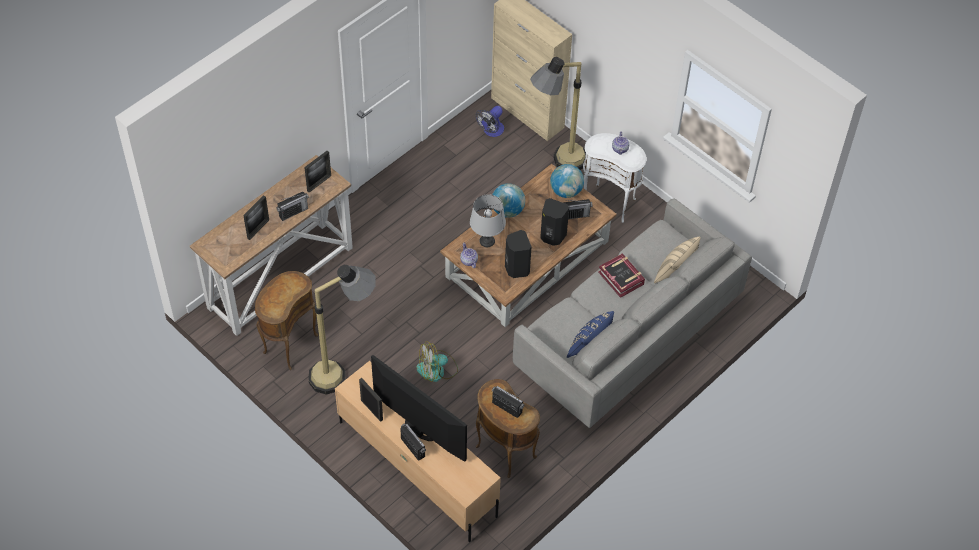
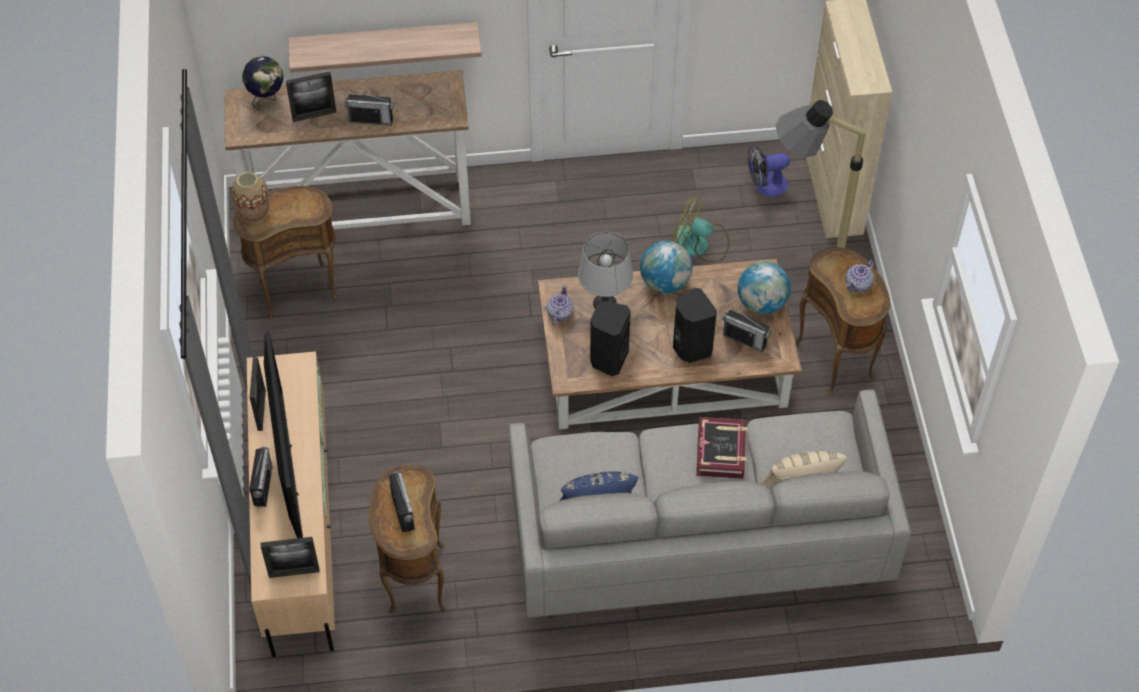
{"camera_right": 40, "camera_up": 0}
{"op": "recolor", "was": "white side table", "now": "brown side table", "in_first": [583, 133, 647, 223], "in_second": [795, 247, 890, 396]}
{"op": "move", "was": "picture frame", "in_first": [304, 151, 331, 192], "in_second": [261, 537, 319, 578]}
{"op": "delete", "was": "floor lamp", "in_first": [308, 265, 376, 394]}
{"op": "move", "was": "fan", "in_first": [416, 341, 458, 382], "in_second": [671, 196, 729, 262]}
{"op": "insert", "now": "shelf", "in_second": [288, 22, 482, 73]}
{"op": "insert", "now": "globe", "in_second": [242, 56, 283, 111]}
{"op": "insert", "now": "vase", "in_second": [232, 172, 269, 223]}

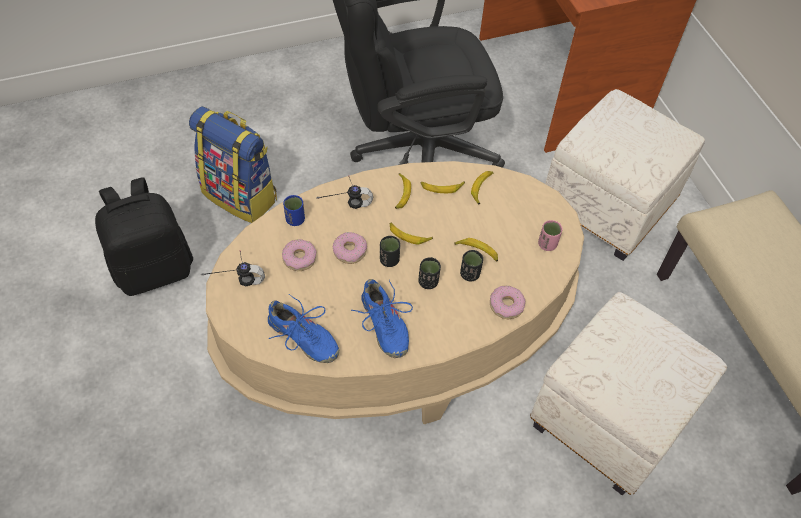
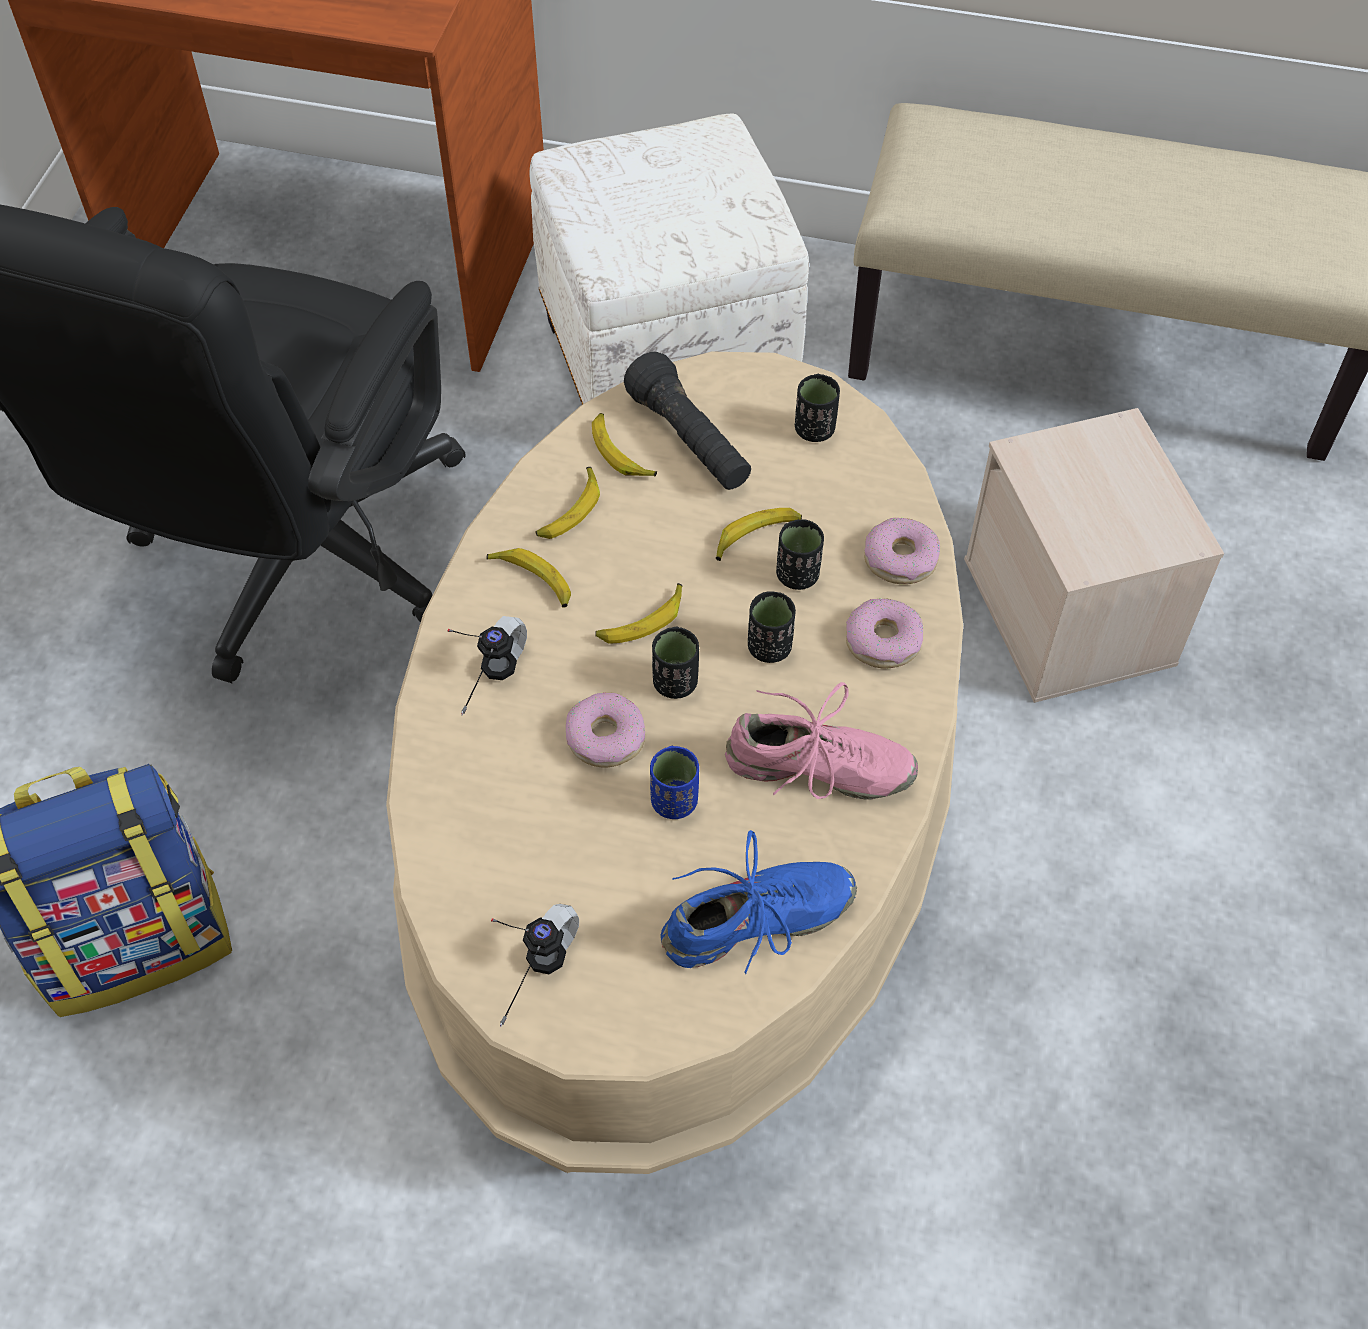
{"camera_right": -55, "camera_up": 0}
{"op": "delete", "was": "black backpack", "in_first": [95, 177, 193, 296]}
{"op": "move", "was": "blue cup", "in_first": [283, 195, 305, 226], "in_second": [650, 746, 699, 819]}
{"op": "recolor", "was": "pink cup", "now": "black cup", "in_first": [538, 220, 562, 251], "in_second": [795, 374, 840, 442]}
{"op": "move", "was": "donut", "in_first": [282, 239, 316, 271], "in_second": [846, 598, 923, 669]}
{"op": "recolor", "was": "blue shoe", "now": "pink shoe", "in_first": [351, 279, 413, 358], "in_second": [725, 682, 918, 800]}
{"op": "replace", "was": "white ottoman", "now": "beige storage box", "in_first": [530, 292, 727, 495], "in_second": [964, 408, 1224, 703]}
{"op": "insert", "now": "black flashlight", "in_second": [624, 352, 751, 490]}

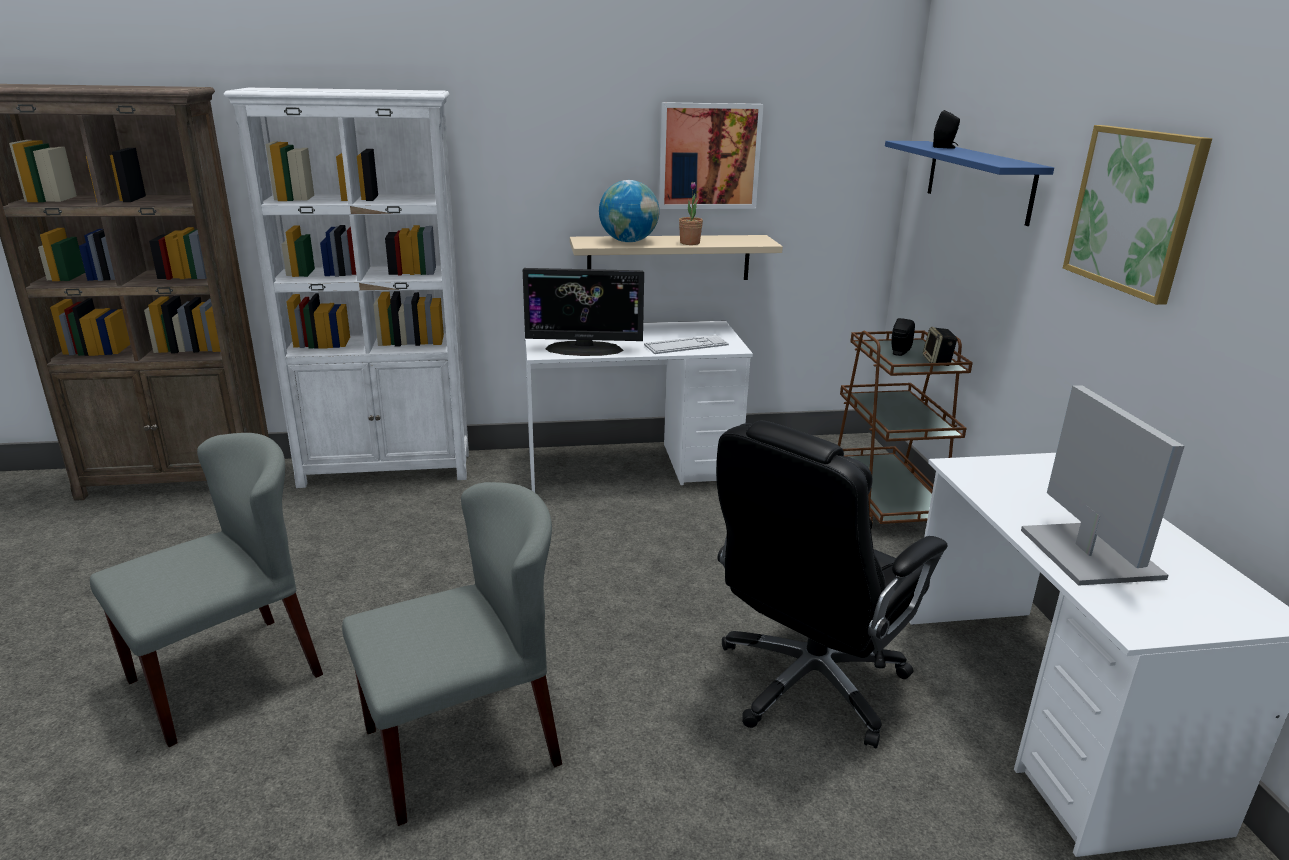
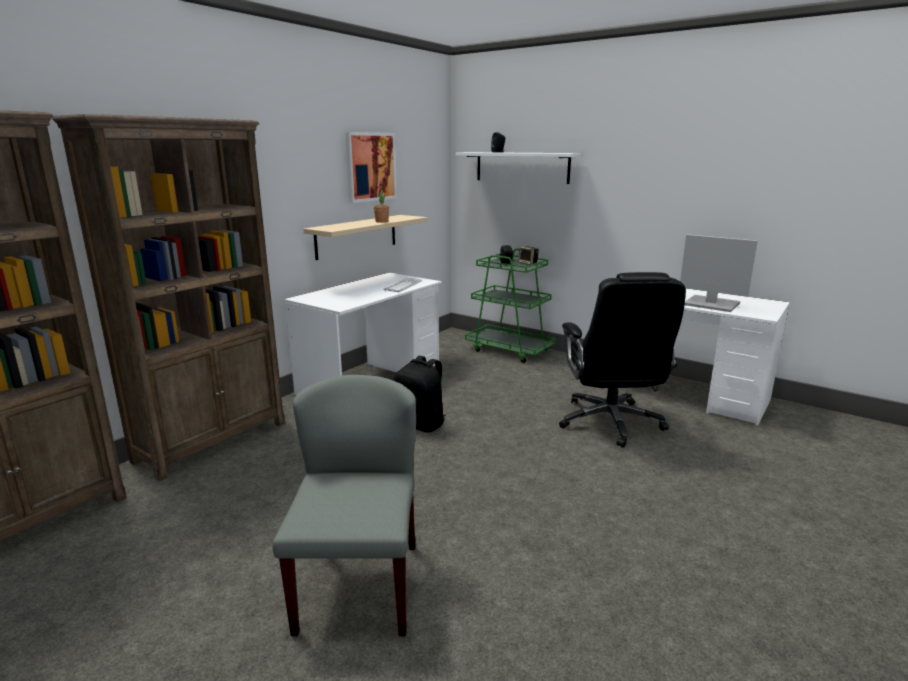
{"camera_right": -45, "camera_up": -5}
{"op": "recolor", "was": "white bookcase", "now": "brown bookcase", "in_first": [224, 88, 469, 488], "in_second": [52, 114, 285, 481]}
{"op": "delete", "was": "picture", "in_first": [1063, 125, 1212, 305]}
{"op": "recolor", "was": "blue shelf", "now": "white shelf", "in_first": [885, 141, 1054, 226], "in_second": [455, 152, 582, 184]}
{"op": "delete", "was": "globe", "in_first": [599, 180, 659, 242]}
{"op": "delete", "was": "monitor", "in_first": [523, 268, 644, 356]}
{"op": "recolor", "was": "brown cart", "now": "green cart", "in_first": [838, 328, 973, 528], "in_second": [465, 249, 556, 363]}
{"op": "delete", "was": "grey chair", "in_first": [342, 482, 562, 826]}
{"op": "insert", "now": "black backpack", "in_second": [394, 356, 446, 432]}

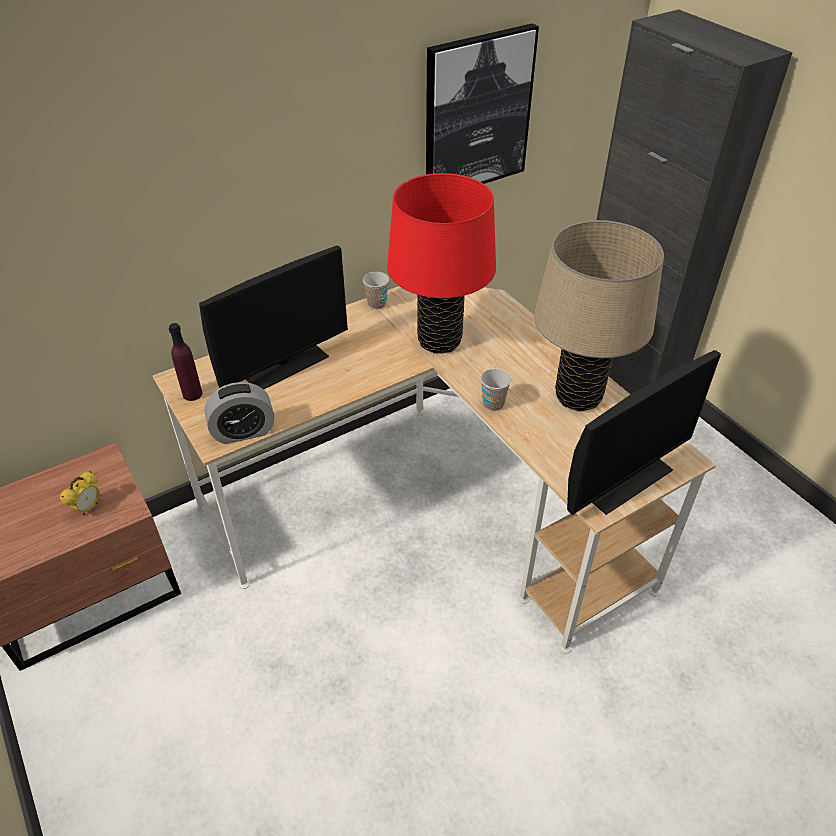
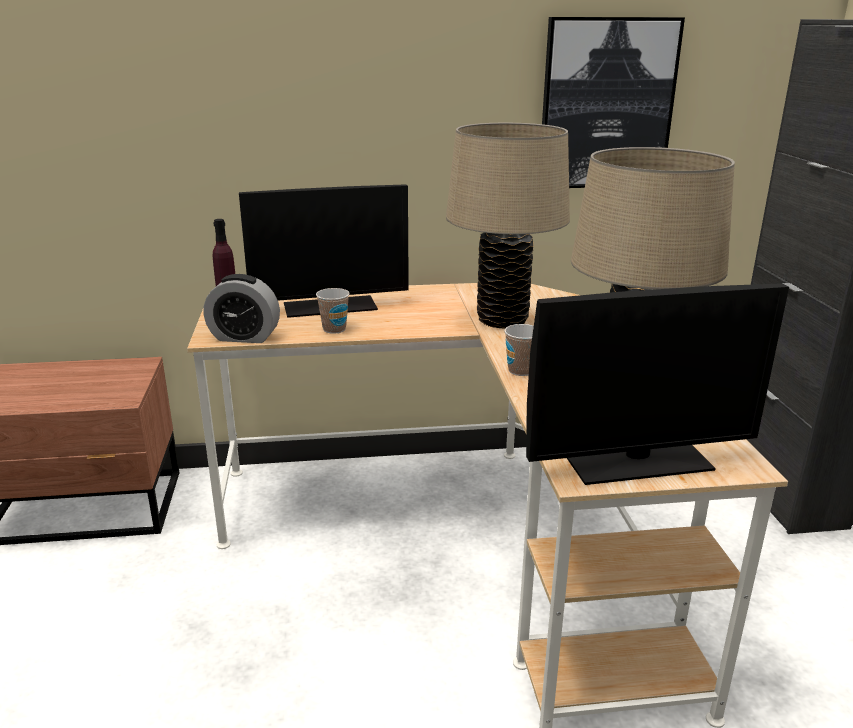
{"camera_right": 25, "camera_up": -20}
{"op": "recolor", "was": "red table lamp", "now": "beige table lamp", "in_first": [387, 173, 496, 354], "in_second": [446, 123, 570, 329]}
{"op": "move", "was": "cup", "in_first": [363, 272, 389, 309], "in_second": [316, 288, 350, 334]}
{"op": "delete", "was": "alarm clock", "in_first": [60, 471, 99, 516]}

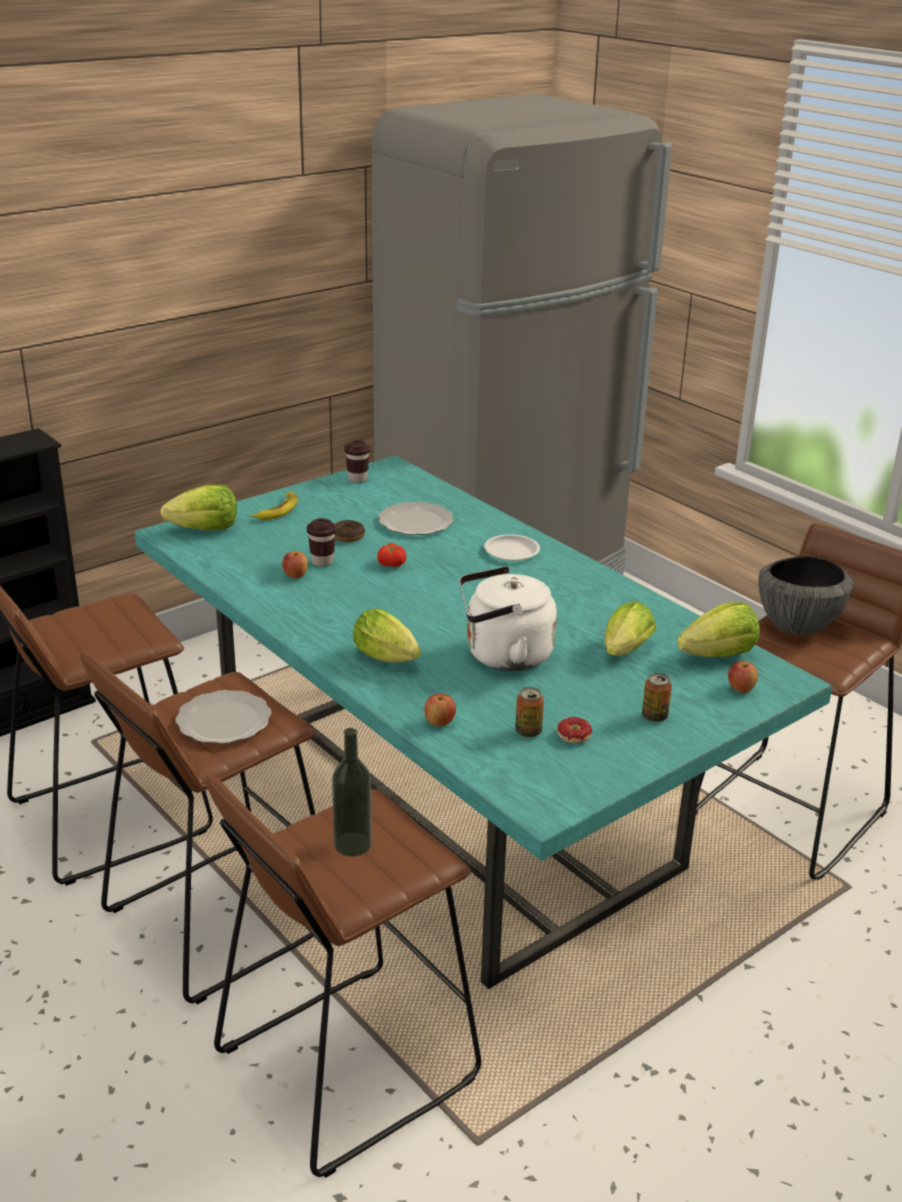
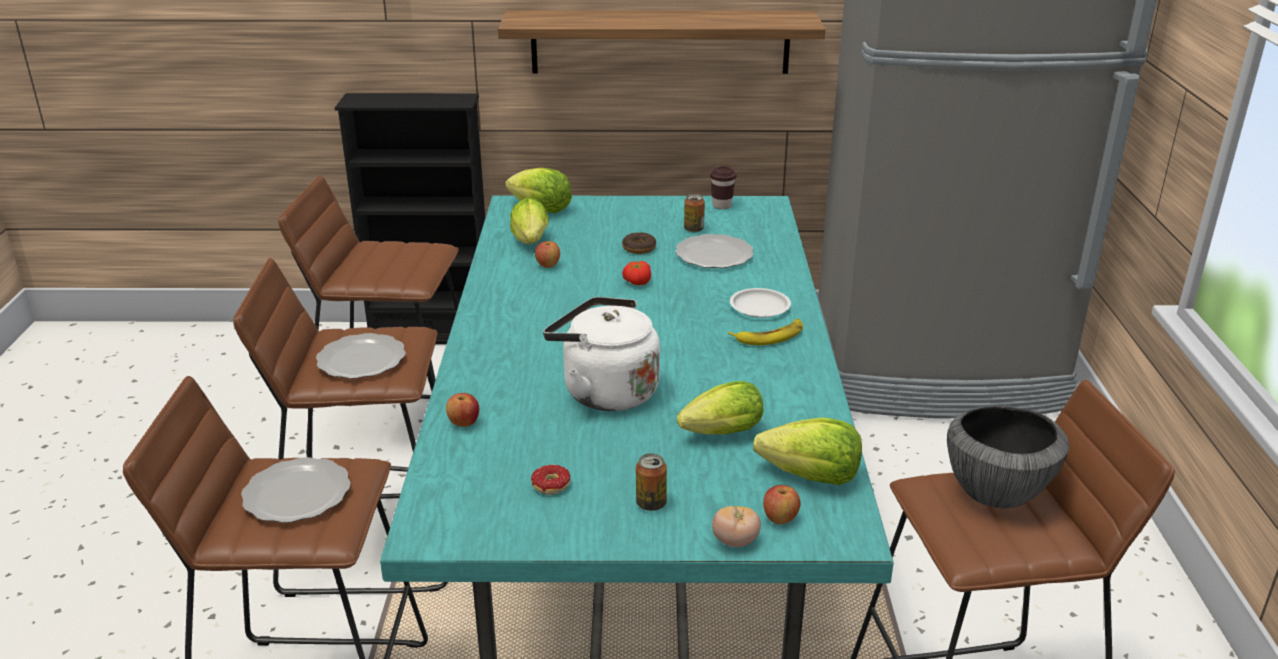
{"camera_right": 40, "camera_up": 0}
{"op": "move", "was": "banana", "in_first": [249, 492, 298, 520], "in_second": [728, 318, 803, 345]}
{"op": "delete", "was": "brown cup", "in_first": [307, 518, 336, 567]}
{"op": "move", "was": "lettuce", "in_first": [353, 608, 421, 663], "in_second": [510, 198, 549, 244]}
{"op": "move", "was": "can", "in_first": [515, 687, 544, 738], "in_second": [684, 194, 705, 233]}
{"op": "replace", "was": "bottle", "now": "plate", "in_first": [332, 728, 372, 857], "in_second": [241, 457, 351, 523]}
{"op": "insert", "now": "shelf", "in_second": [498, 10, 826, 74]}
{"op": "insert", "now": "tomato", "in_second": [712, 506, 761, 547]}

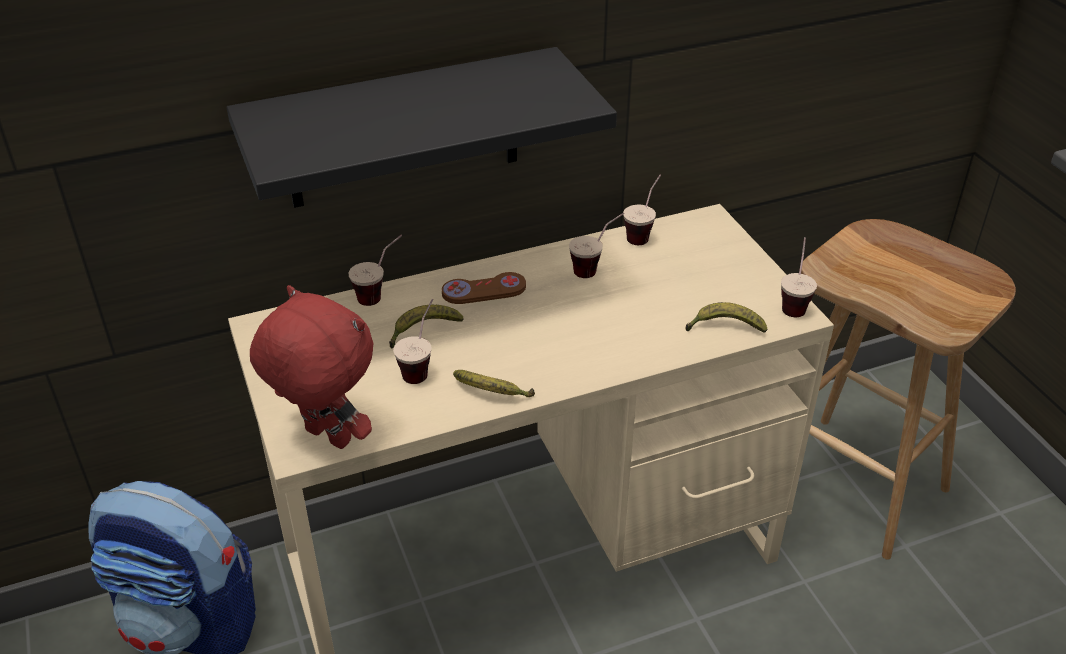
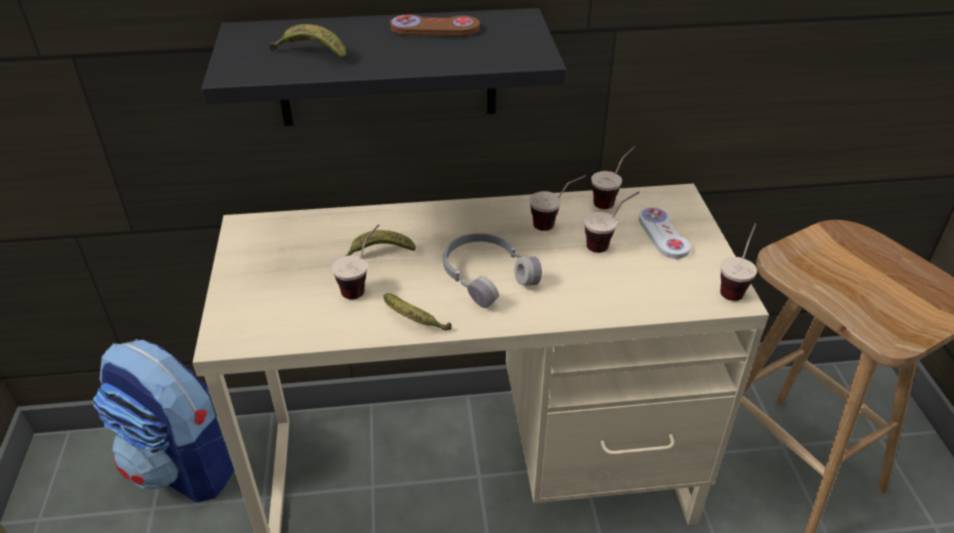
{"camera_right": 15, "camera_up": 0}
{"op": "move", "was": "cup", "in_first": [348, 235, 402, 306], "in_second": [584, 191, 640, 253]}
{"op": "move", "was": "brown game controller", "in_first": [442, 272, 526, 304], "in_second": [390, 15, 480, 36]}
{"op": "delete", "was": "red plush toy", "in_first": [250, 285, 373, 449]}
{"op": "move", "was": "banana", "in_first": [685, 302, 767, 333], "in_second": [269, 24, 346, 60]}
{"op": "insert", "now": "white game controller", "in_second": [639, 207, 691, 259]}
{"op": "insert", "now": "grey headphones", "in_second": [443, 233, 542, 308]}

